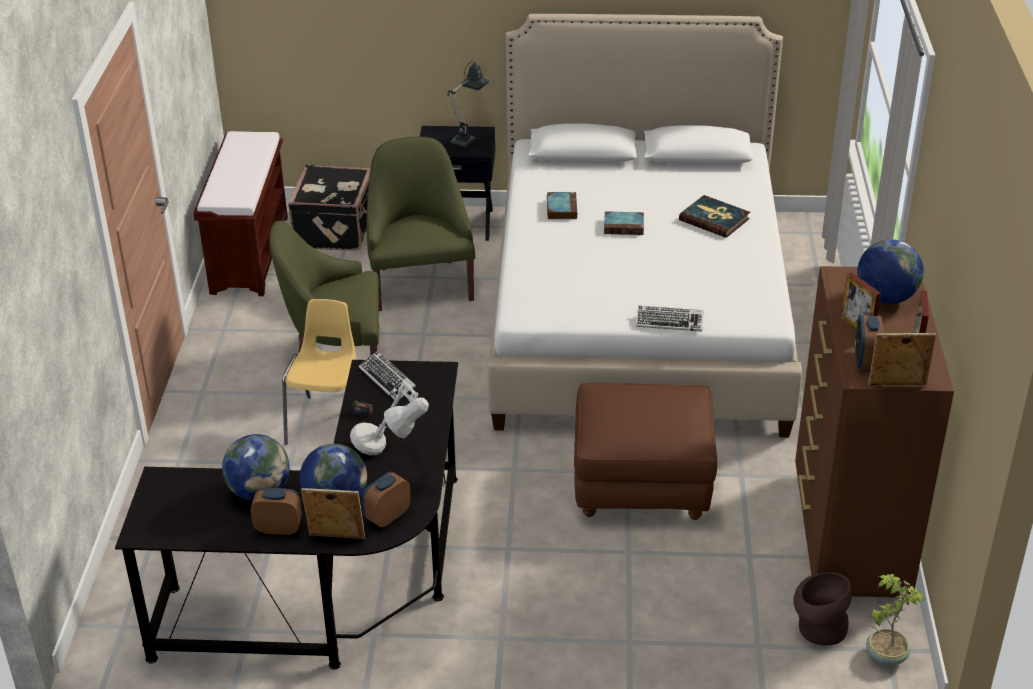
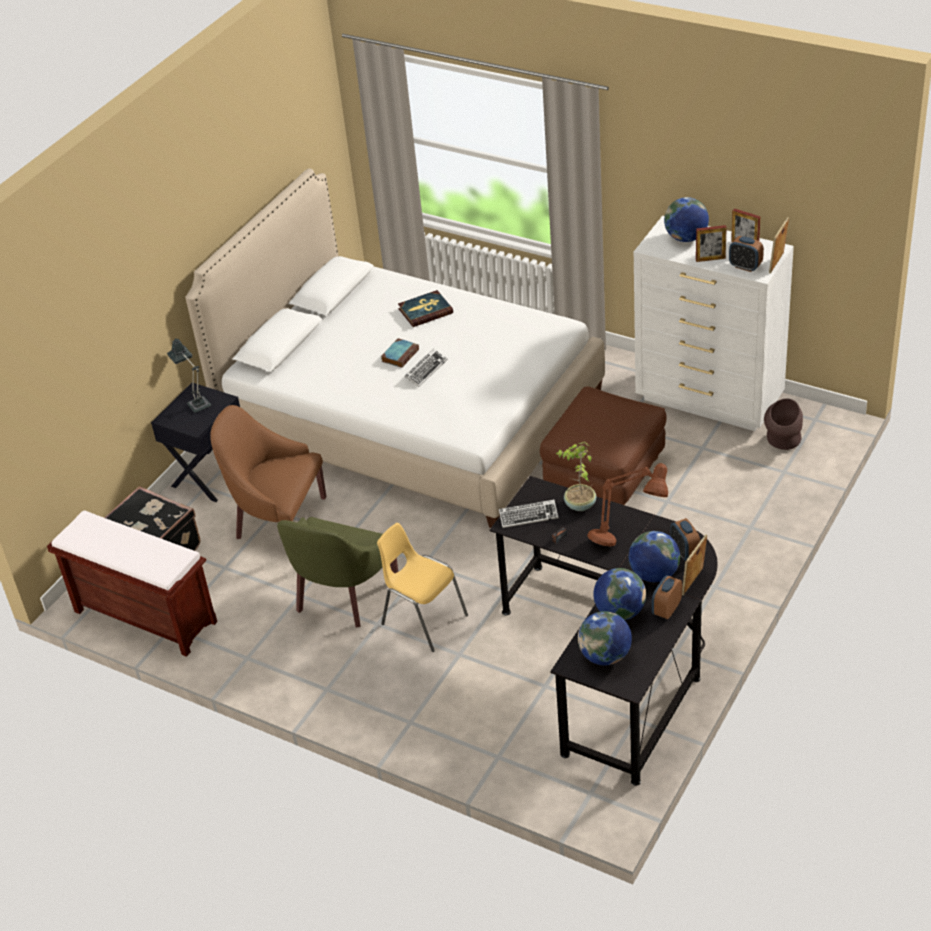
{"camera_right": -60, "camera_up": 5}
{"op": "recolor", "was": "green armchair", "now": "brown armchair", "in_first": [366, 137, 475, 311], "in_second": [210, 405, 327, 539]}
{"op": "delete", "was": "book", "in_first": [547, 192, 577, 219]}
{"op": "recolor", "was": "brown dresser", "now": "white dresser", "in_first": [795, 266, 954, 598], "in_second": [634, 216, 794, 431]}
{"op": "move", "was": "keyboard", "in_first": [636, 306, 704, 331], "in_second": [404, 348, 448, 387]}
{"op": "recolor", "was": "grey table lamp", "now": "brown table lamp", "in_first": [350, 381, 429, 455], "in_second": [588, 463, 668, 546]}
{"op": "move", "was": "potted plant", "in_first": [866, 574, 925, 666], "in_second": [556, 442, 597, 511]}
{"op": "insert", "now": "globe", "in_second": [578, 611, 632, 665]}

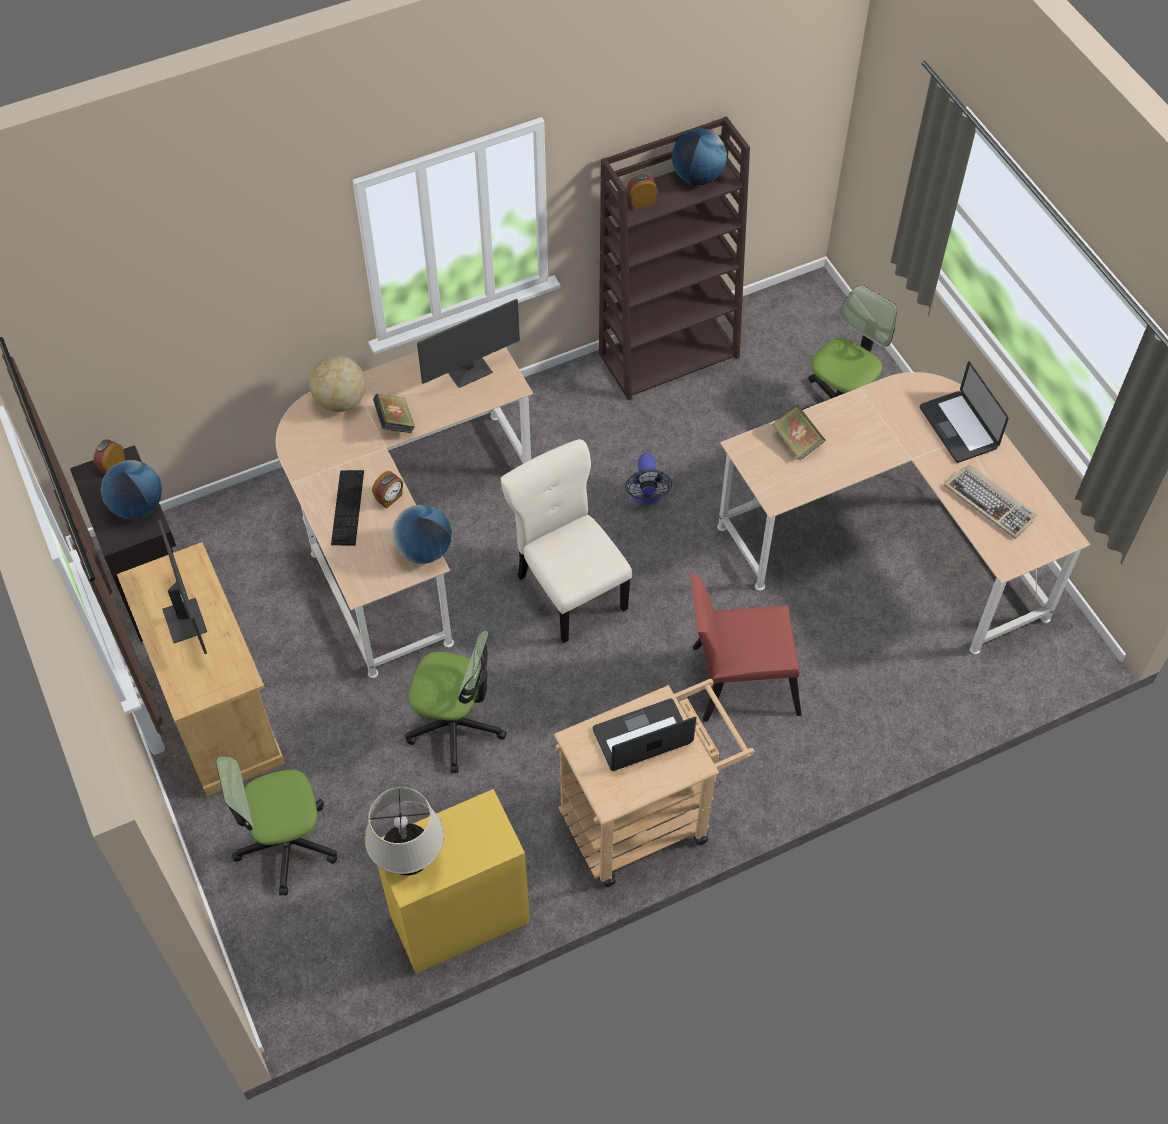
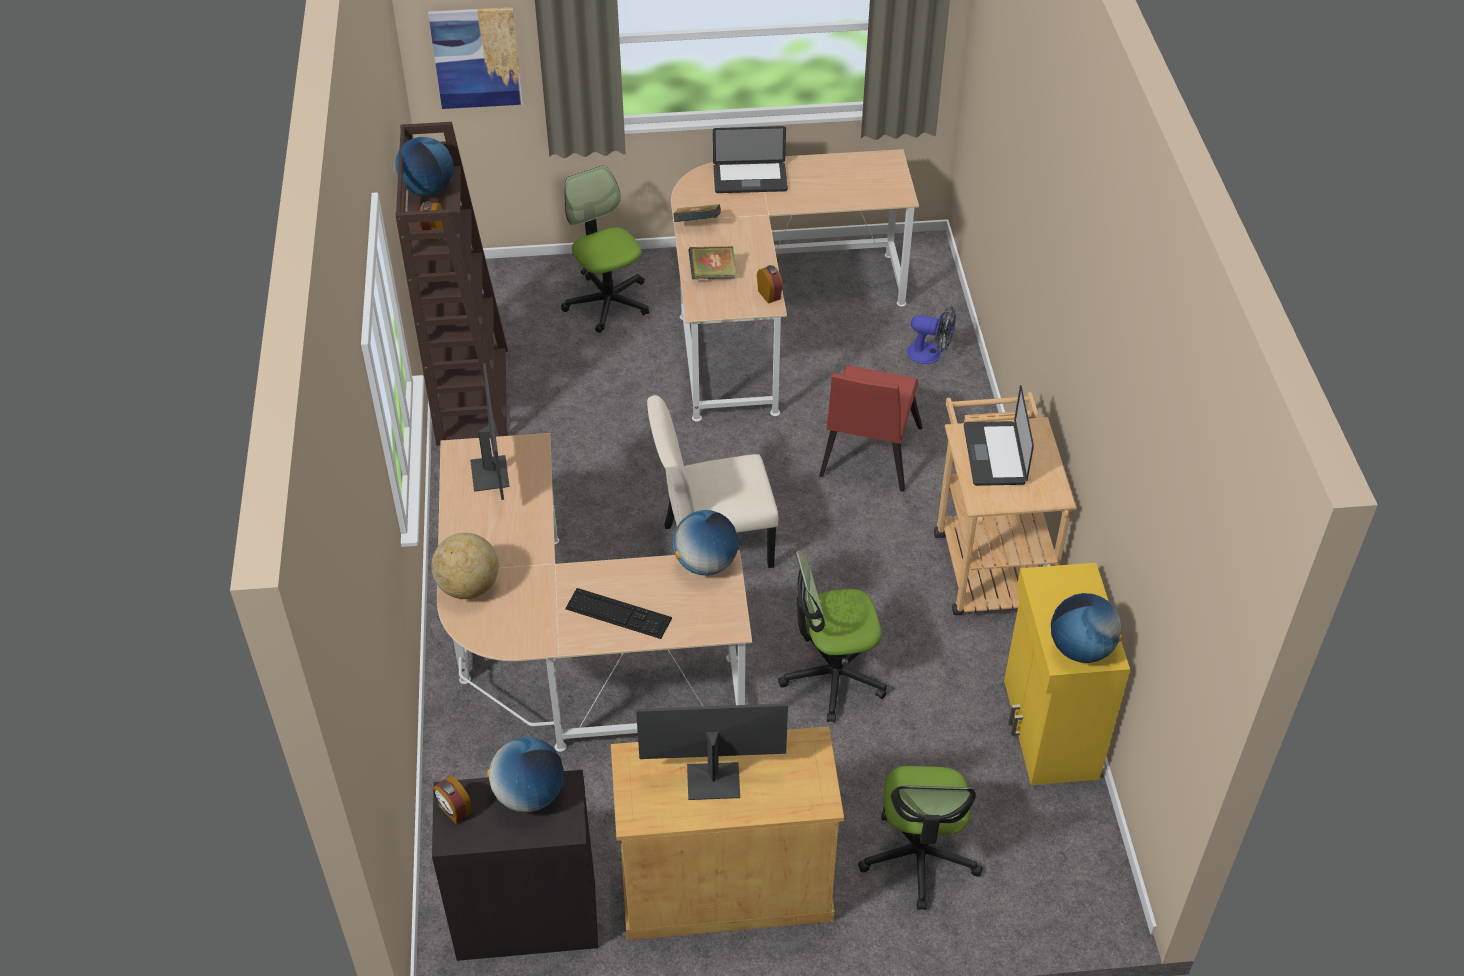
{"camera_right": -70, "camera_up": -10}
{"op": "move", "was": "book", "in_first": [373, 394, 415, 433], "in_second": [673, 204, 721, 222]}
{"op": "move", "was": "fan", "in_first": [625, 453, 672, 505], "in_second": [907, 306, 956, 364]}
{"op": "delete", "was": "keyboard", "in_first": [944, 464, 1037, 539]}
{"op": "move", "was": "alarm clock", "in_first": [372, 471, 403, 509], "in_second": [757, 265, 783, 304]}
{"op": "rotate", "was": "office chair", "in_first": [405, 631, 507, 773], "in_second": [778, 550, 887, 723], "clockwise": -135}
{"op": "replace", "was": "beige table lamp", "now": "globe", "in_first": [365, 787, 444, 876], "in_second": [1051, 593, 1122, 663]}
{"op": "insert", "now": "picture", "in_second": [428, 7, 523, 109]}

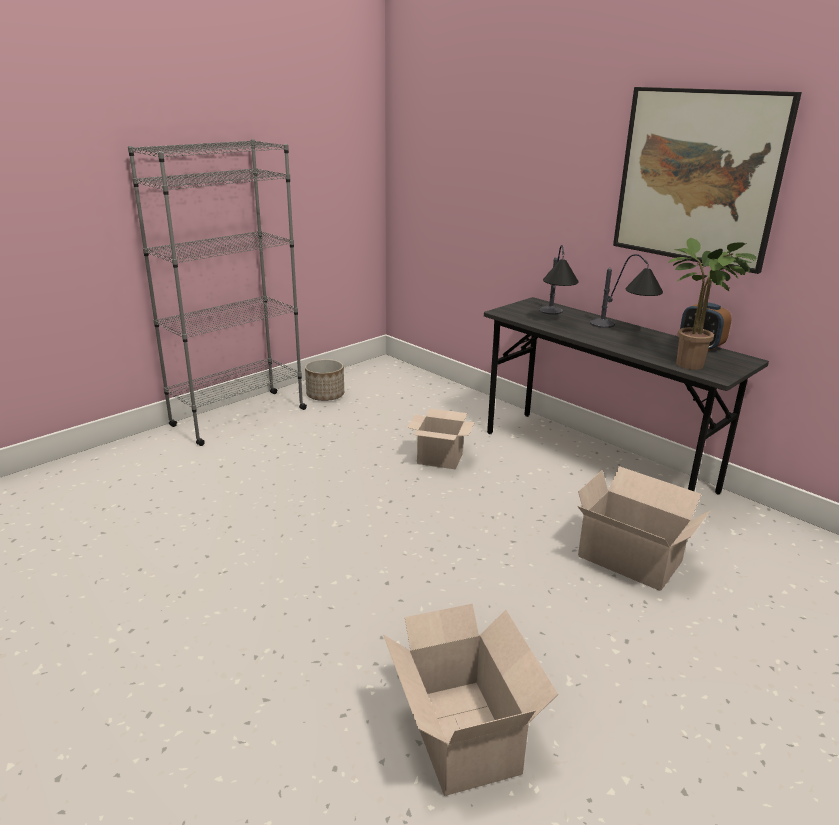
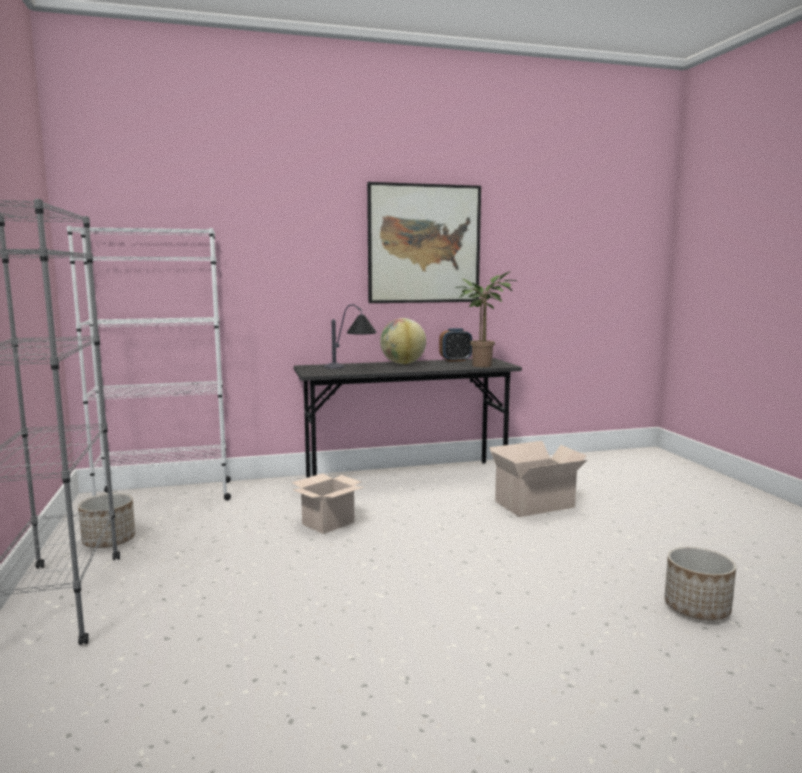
{"camera_right": -60, "camera_up": -15}
{"op": "replace", "was": "table lamp", "now": "globe", "in_first": [590, 254, 663, 328], "in_second": [380, 318, 426, 364]}
{"op": "replace", "was": "cardboard box", "now": "planter", "in_first": [383, 604, 558, 796], "in_second": [664, 547, 736, 621]}
{"op": "insert", "now": "white bookcase", "in_second": [67, 226, 231, 501]}

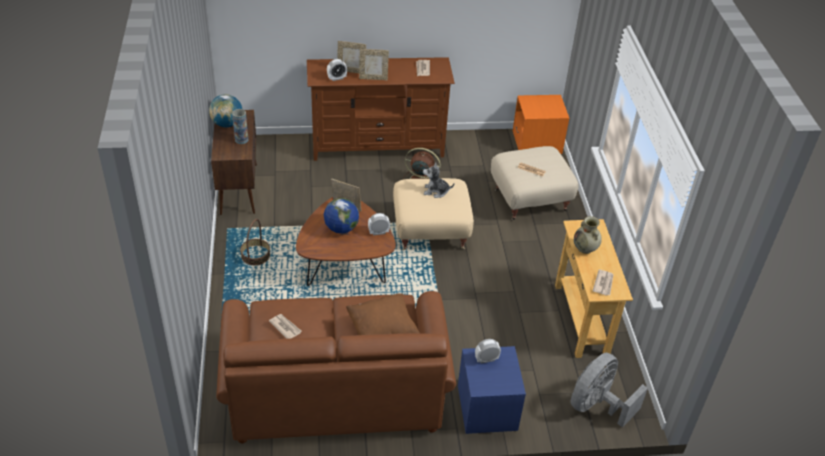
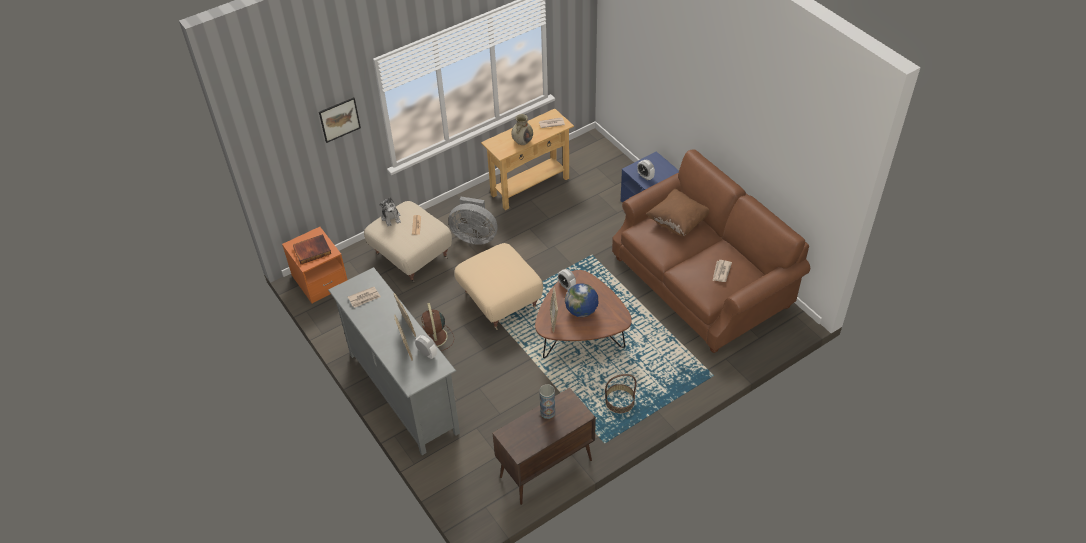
{"camera_right": -115, "camera_up": 5}
{"op": "recolor", "was": "brown tv stand", "now": "grey tv stand", "in_first": [307, 57, 455, 161], "in_second": [328, 267, 460, 455]}
{"op": "delete", "was": "globe", "in_first": [209, 94, 242, 127]}
{"op": "move", "was": "plush toy", "in_first": [423, 162, 455, 198], "in_second": [379, 197, 401, 227]}
{"op": "move", "was": "grey fan", "in_first": [571, 353, 648, 428], "in_second": [448, 197, 498, 245]}
{"op": "insert", "now": "picture", "in_second": [319, 97, 361, 143]}
{"op": "insert", "now": "book", "in_second": [293, 234, 331, 264]}

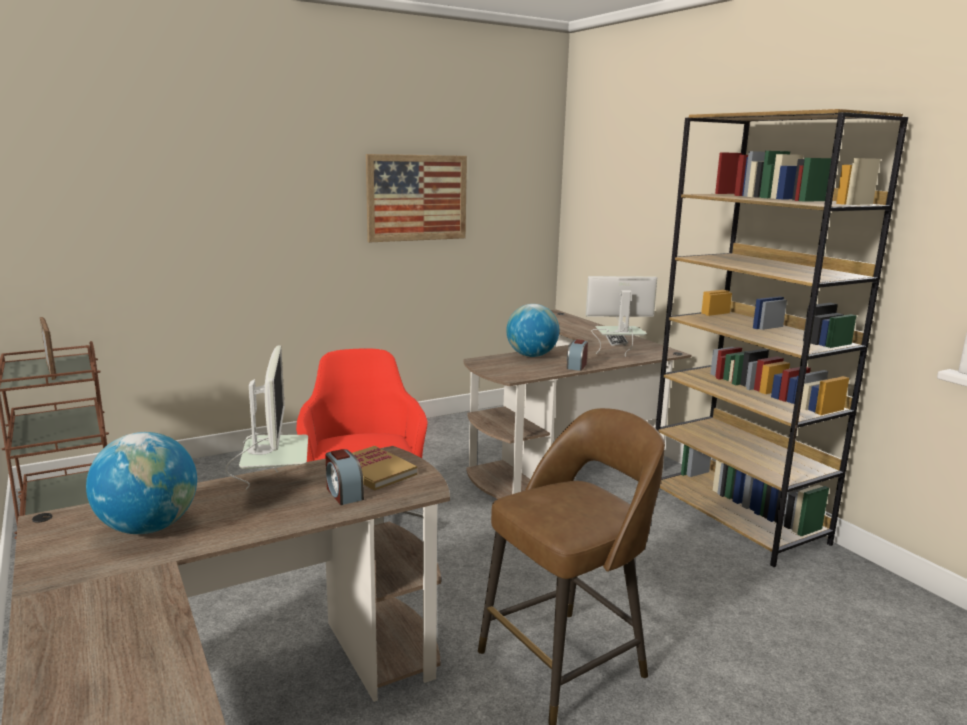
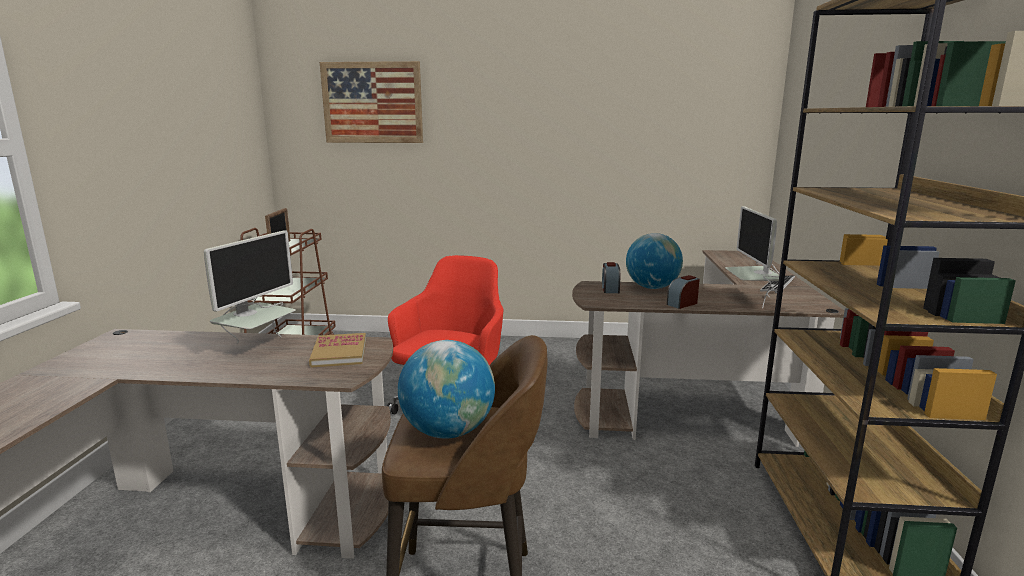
{"camera_right": 35, "camera_up": 0}
{"op": "move", "was": "picture", "in_first": [366, 154, 467, 242], "in_second": [320, 61, 423, 143]}
{"op": "rotate", "was": "monitor", "in_first": [586, 276, 657, 357], "in_second": [725, 206, 780, 308], "clockwise": -120}
{"op": "move", "was": "globe", "in_first": [86, 432, 197, 534], "in_second": [398, 340, 495, 439]}
{"op": "move", "was": "alarm clock", "in_first": [325, 449, 364, 505], "in_second": [602, 262, 620, 293]}

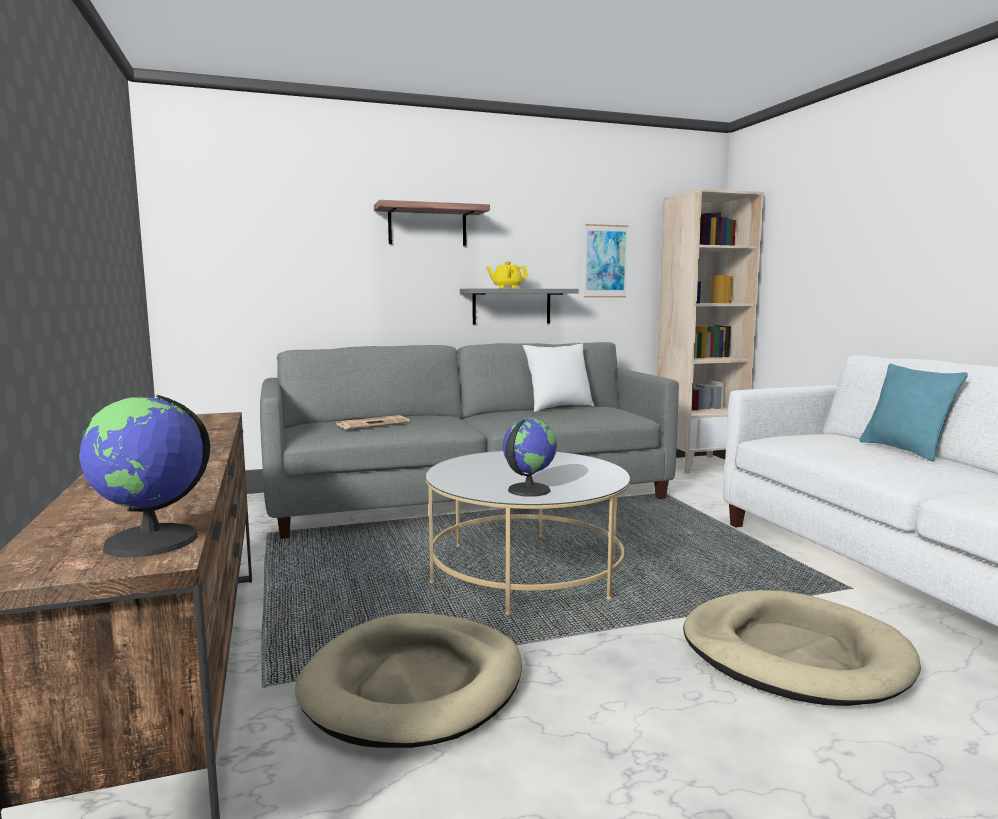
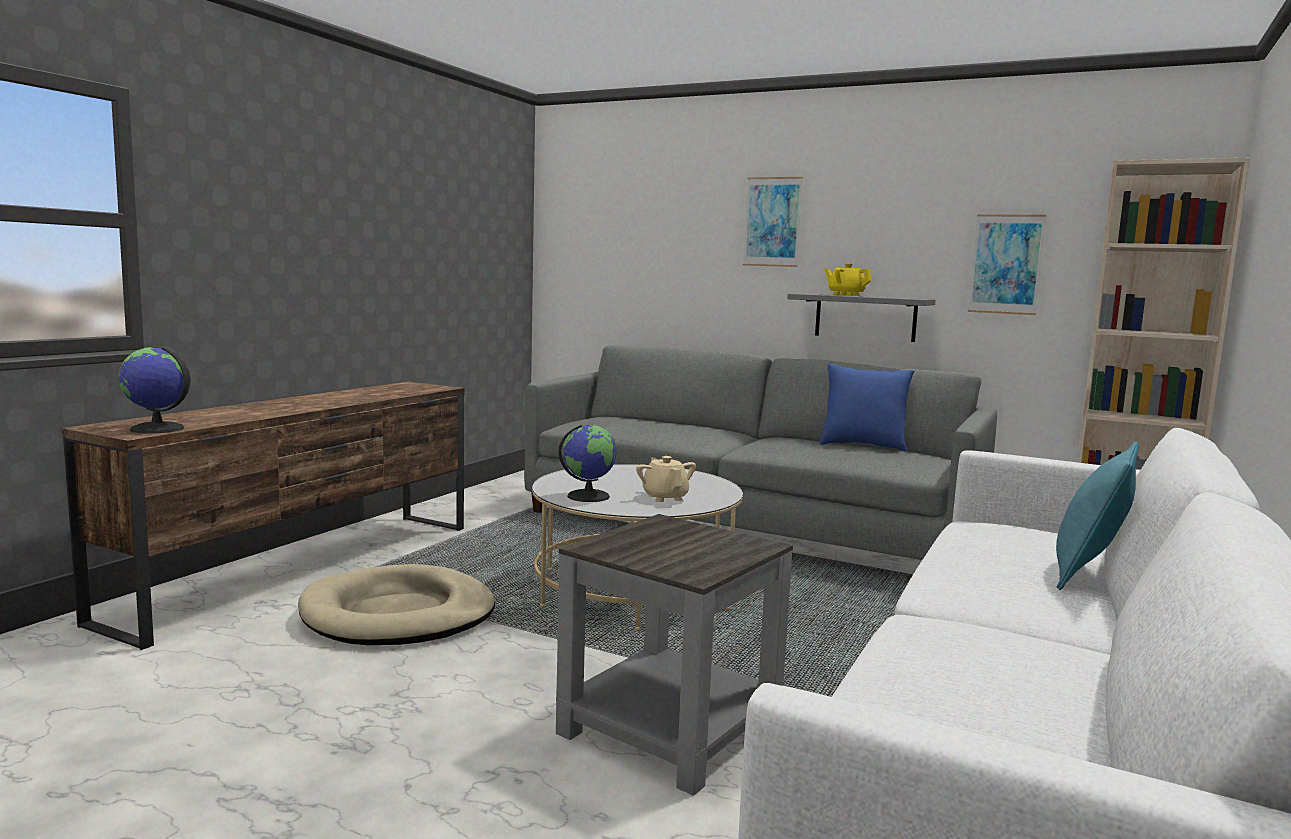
{"camera_right": 45, "camera_up": 0}
{"op": "replace", "was": "shelf", "now": "picture", "in_first": [374, 200, 490, 246], "in_second": [743, 177, 803, 267]}
{"op": "recolor", "was": "white pillow", "now": "blue pillow", "in_first": [523, 343, 594, 412], "in_second": [820, 364, 914, 452]}
{"op": "delete", "was": "newspaper", "in_first": [336, 415, 410, 429]}
{"op": "replace", "was": "beige dog bed", "now": "grey side table", "in_first": [683, 590, 921, 706], "in_second": [556, 514, 793, 796]}
{"op": "insert", "now": "beige teapot", "in_second": [636, 456, 696, 502]}

